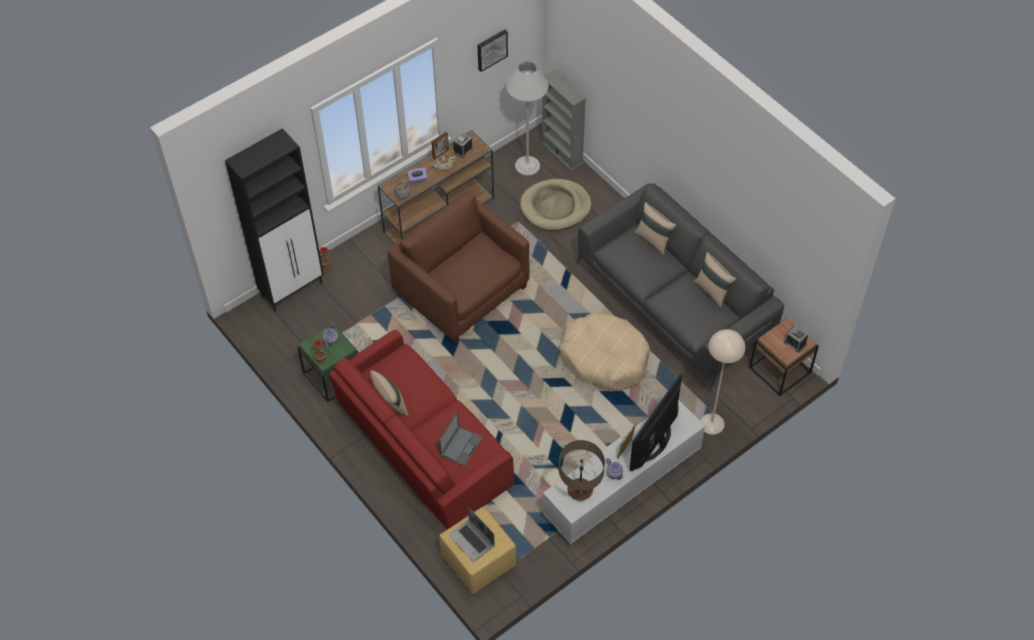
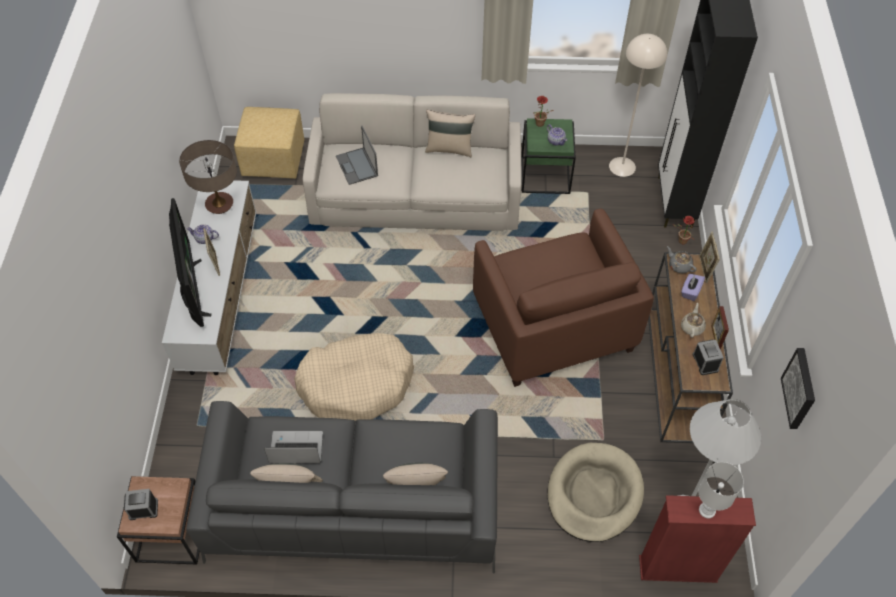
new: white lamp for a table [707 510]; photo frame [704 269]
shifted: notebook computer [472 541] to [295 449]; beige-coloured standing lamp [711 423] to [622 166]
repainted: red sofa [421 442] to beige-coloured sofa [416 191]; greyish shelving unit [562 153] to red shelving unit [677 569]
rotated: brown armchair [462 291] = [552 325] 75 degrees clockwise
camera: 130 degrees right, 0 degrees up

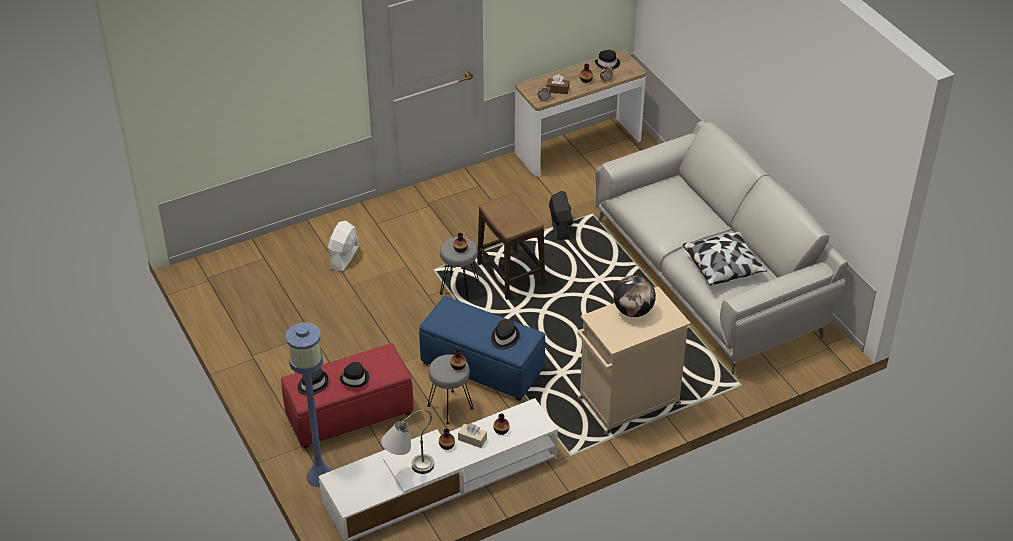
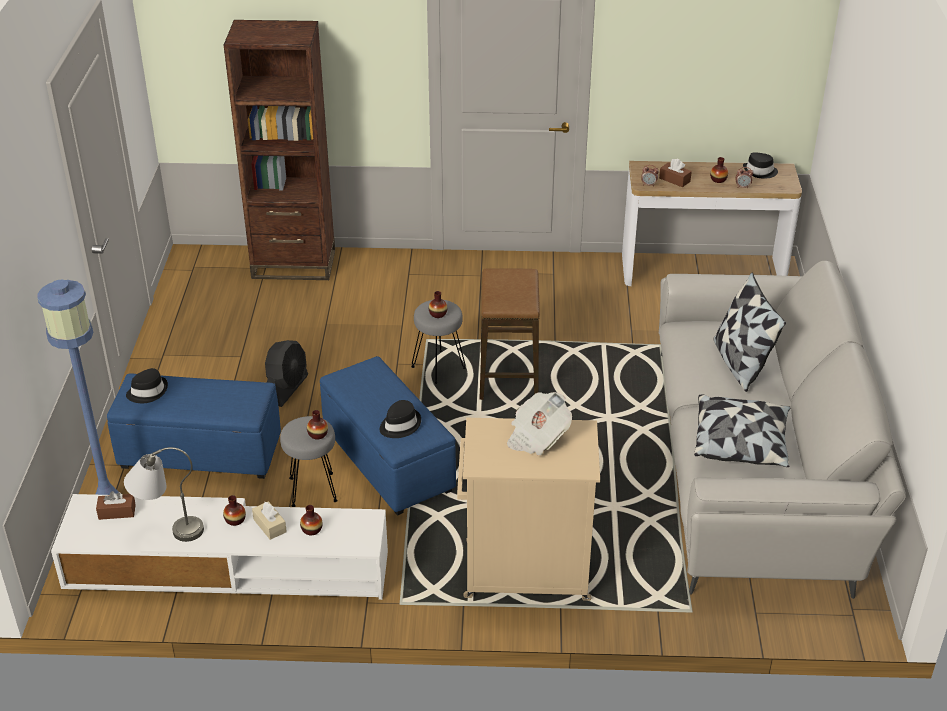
gone: white fan [344 257]; black-coloured wearable hat [355 378]
new: brown tissue holder [117 512]; brown shelving unit [293 264]; pillow [740 364]
shifted: black-coloured fan [560 227] to [287 389]
swapped: world globe [633 311] to daily paper [537 437]
repainted: red footrest [349 415] to blue-coloured footrest [199 453]
camera: 30 degrees right, 5 degrees down

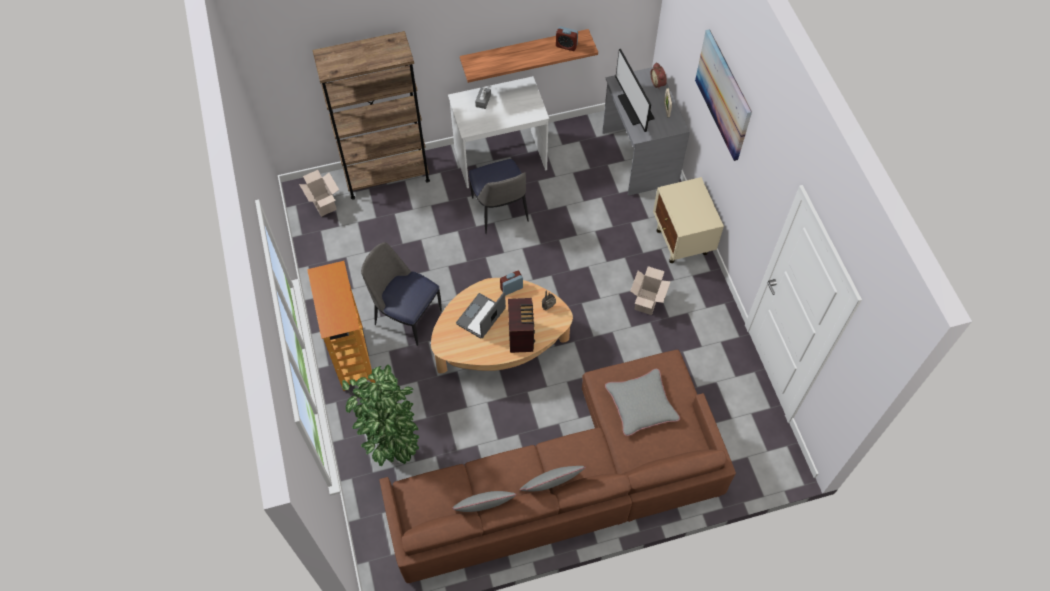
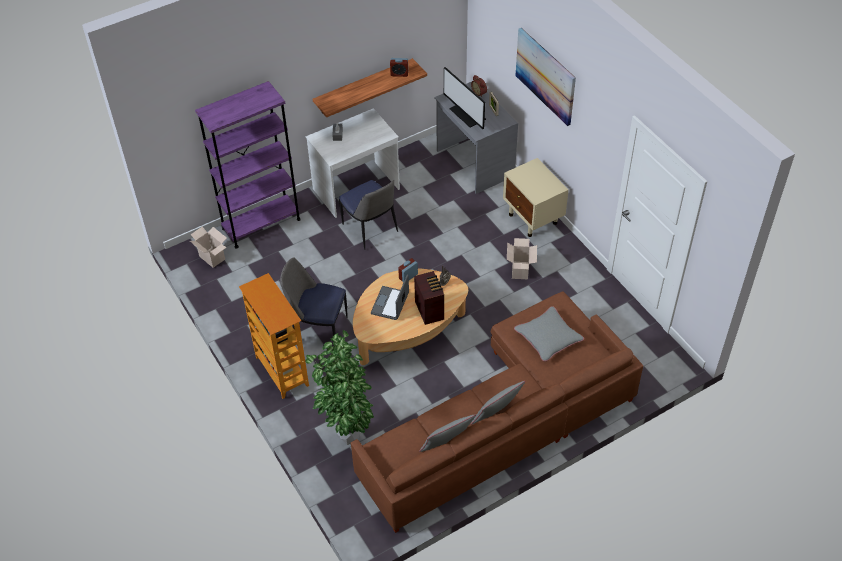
repainted: brown shelving unit [387 176] to purplish shelving unit [261 224]
camera: 15 degrees left, 10 degrees down

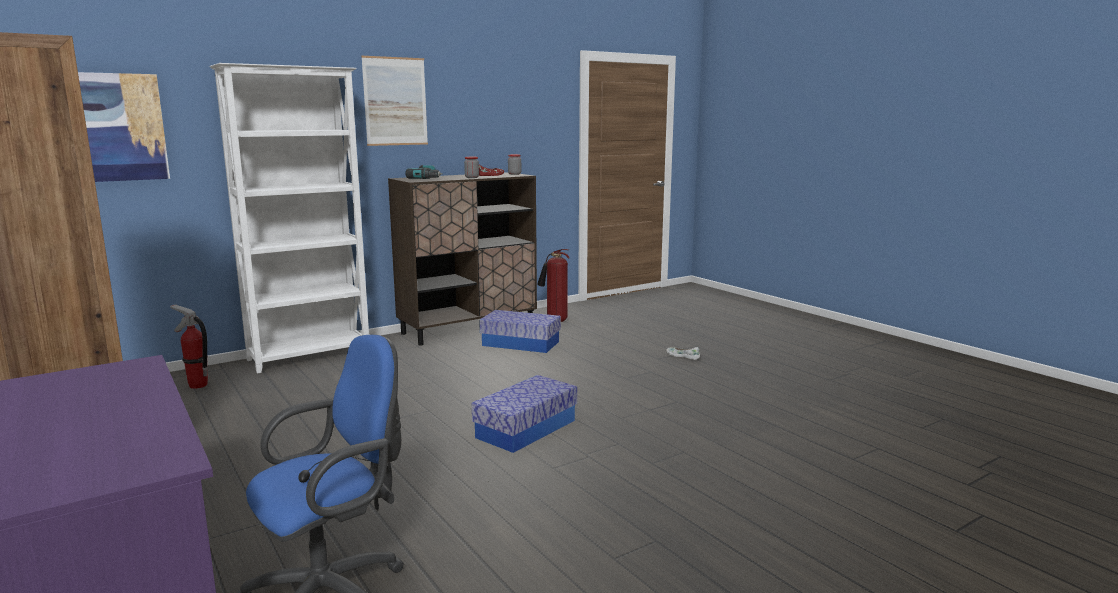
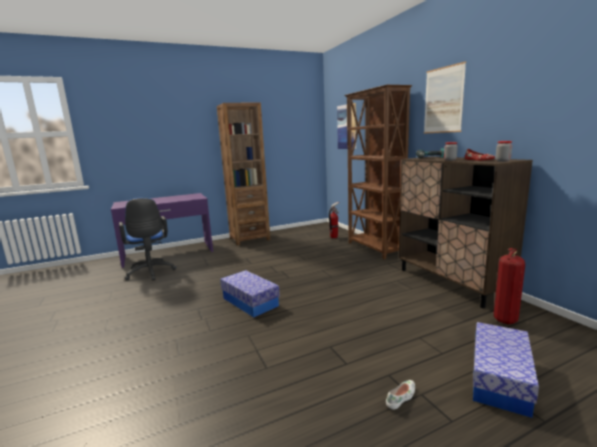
shifted: storage box [520 343] to [500 379]
repainted: white shelving unit [311 356] to brown shelving unit [374 248]
camera: 100 degrees right, 0 degrees up

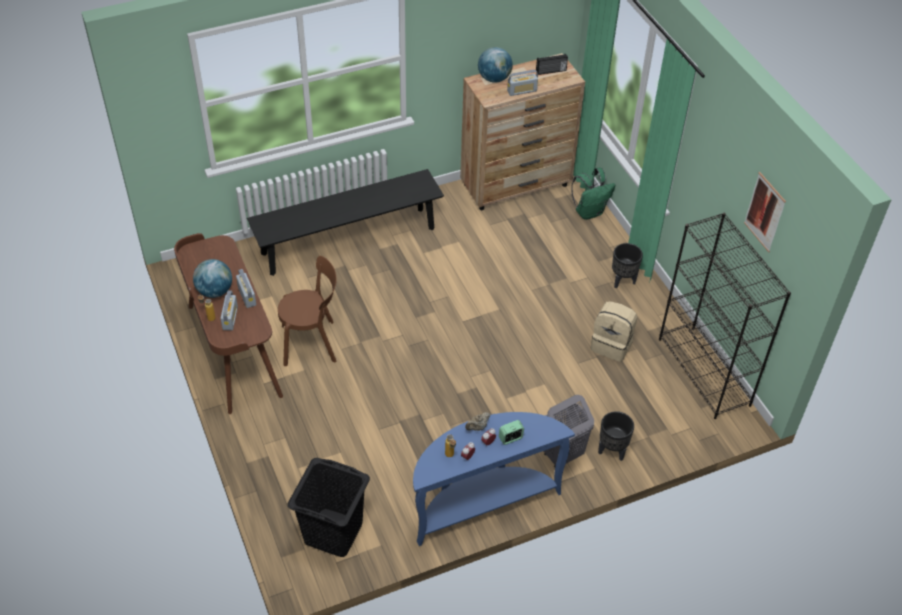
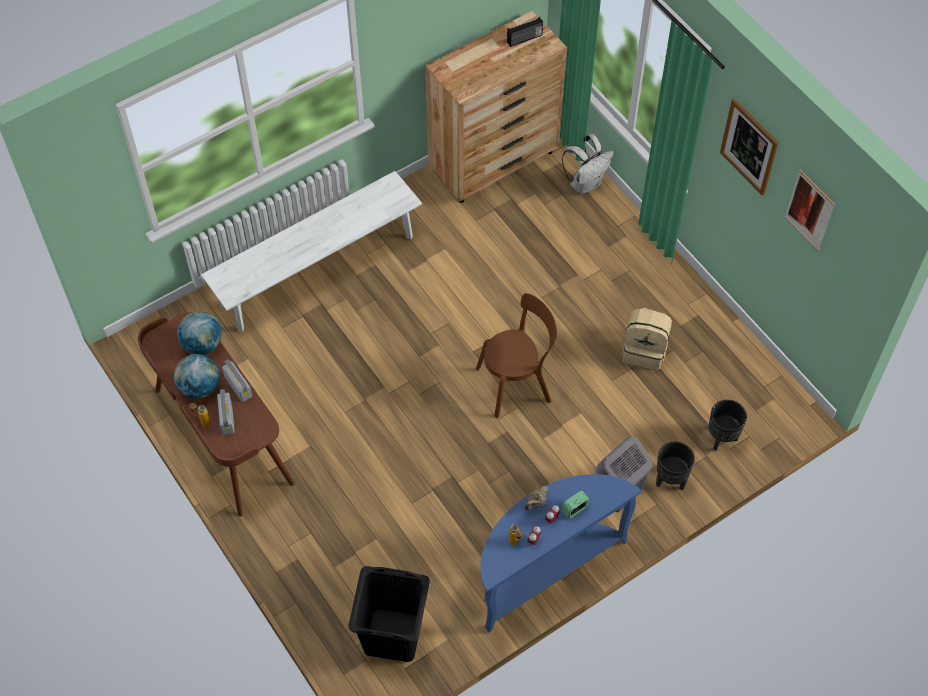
gone: radio set [522 91]; black-coloured shelving unit [704 372]
new: wall picture [749 147]
shifted: brown chair [312 343] to [517 383]; world globe [494 78] to [202 344]; black-coloured flower pot [623 281] to [722 439]
repainted: black-coloured long seat [348 241] to white long seat [317 270]; green-coloured rucksack [589 212] to white rucksack [585 183]
camera: 10 degrees left, 10 degrees up

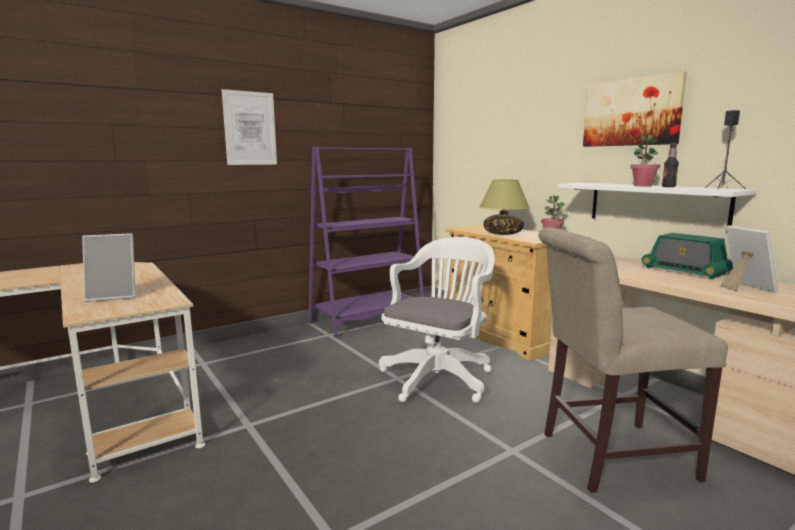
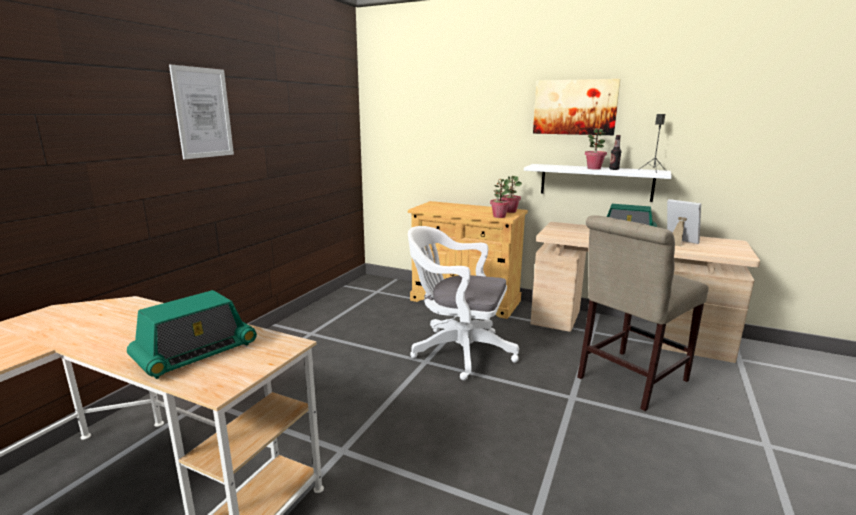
gone: purplish shelving unit [368 320]; lamp for a table [503 233]
new: houseplant [499 216]
swapped: photo frame [114 296] to radio set [196 353]
rotated: white office chair [439 377] = [457 351] 75 degrees counterclockwise
camera: 30 degrees left, 5 degrees up

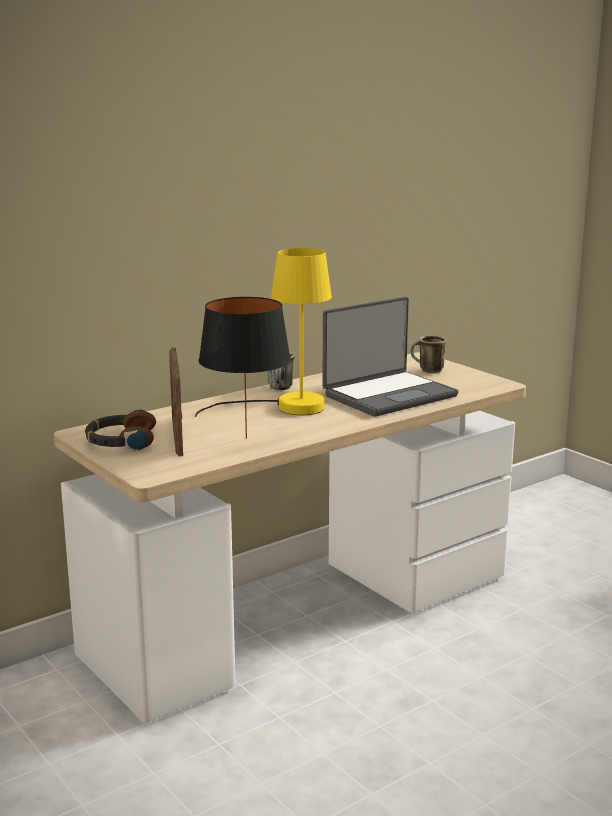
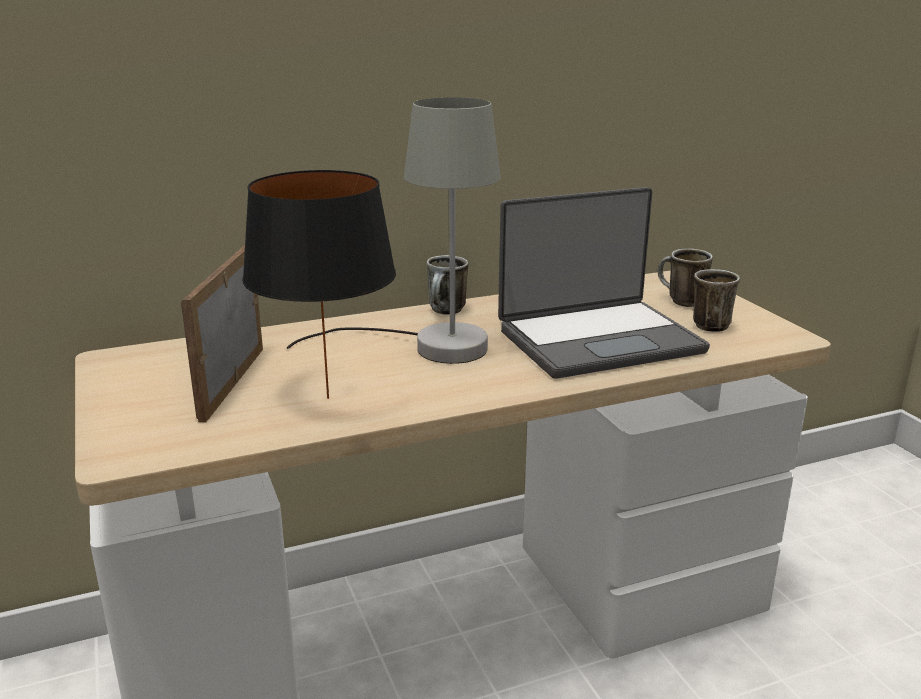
gone: pair of headphones [121 441]
new: mug [708 324]
repainted: yellow-coloured lamp for a table [286 408] to greyish lamp for a table [429 346]
camera: 15 degrees right, 5 degrees up

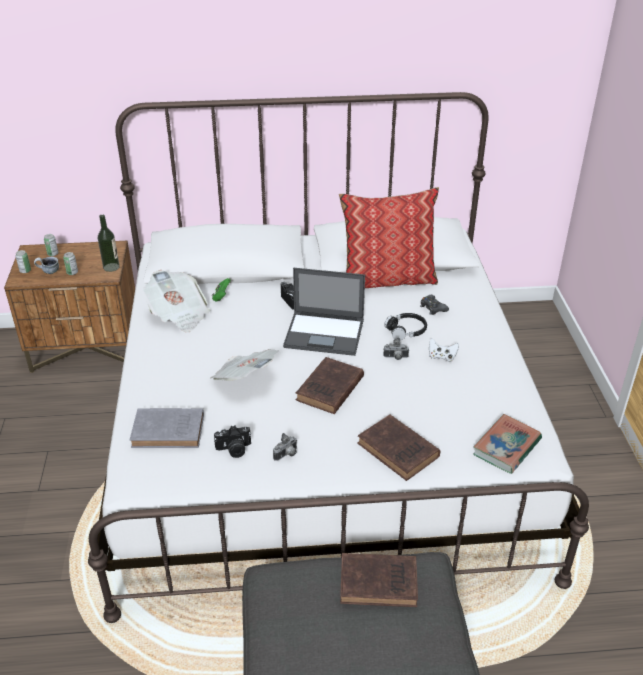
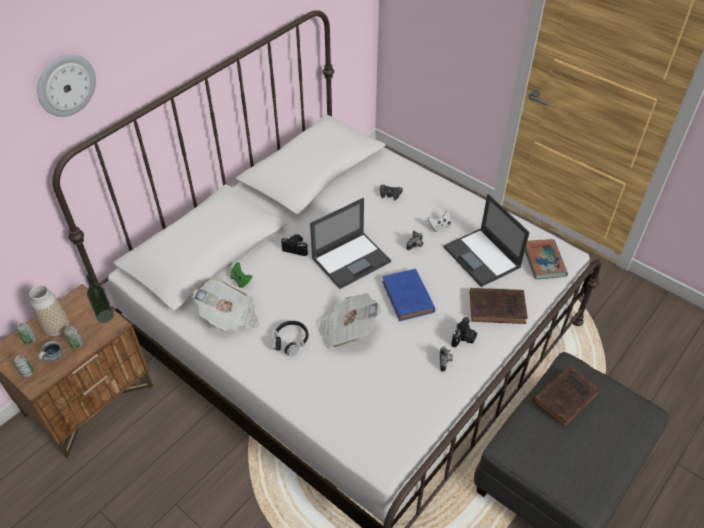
gone: greyish book [170 431]; pillow [387 279]
new: vase [57 329]; hanging clock [65 85]; notebook computer [482 258]
shifted: still camera [234 449] to [464 339]; black-coloured pair of headphones [406 331] to [290 341]
repainted: brown book [329 390] to blue-coloured book [408 298]
camera: 45 degrees left, 10 degrees up

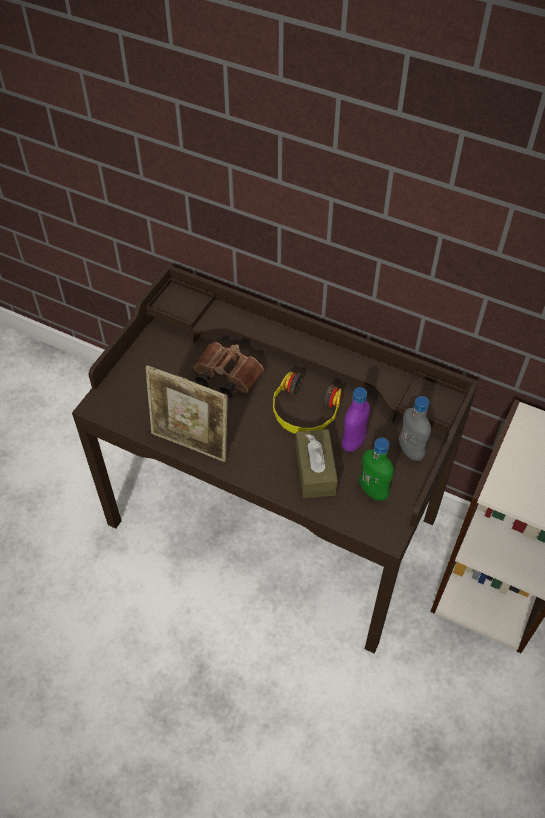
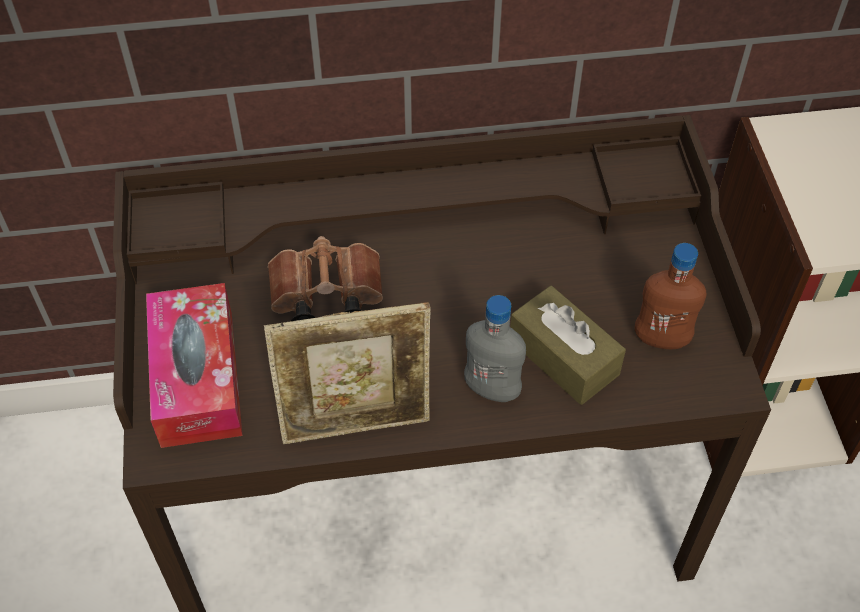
gone: pair of headphones [304 411]; purplish beverage bottle [353 442]
new: tissue holder [197 377]
shifted: greyish beverage bottle [410 450] to [492 389]
repainted: green-coloured beverage bottle [373 491] to brown beverage bottle [661 339]
camera: 35 degrees left, 0 degrees up

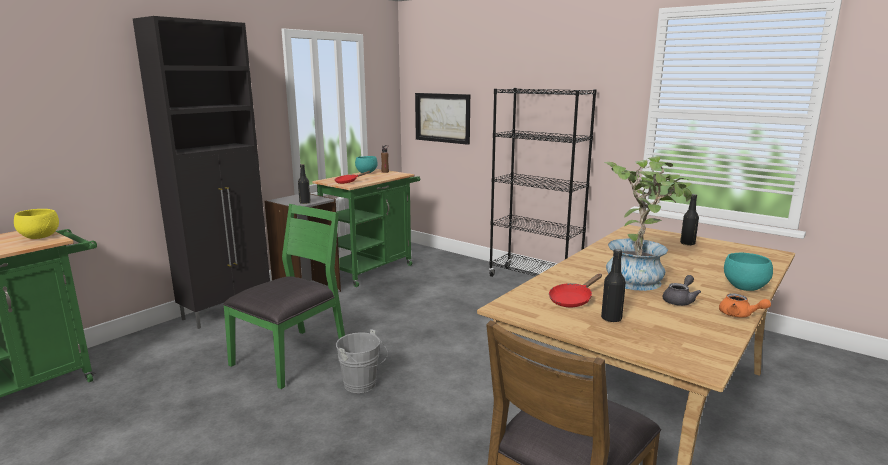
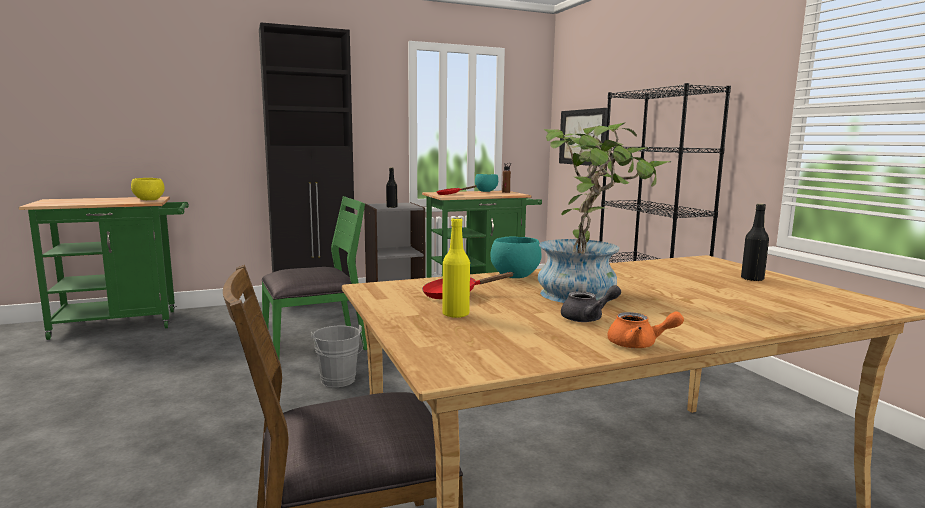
shifted: blue-green deep dish [744 287] to [513 276]
repainted: black-coloured beverage bottle [611 318] to yellow-coloured beverage bottle [455 314]
rotated: orangey pot for tea [739 315] = [639 344] 60 degrees counterclockwise
camera: 30 degrees right, 5 degrees down

